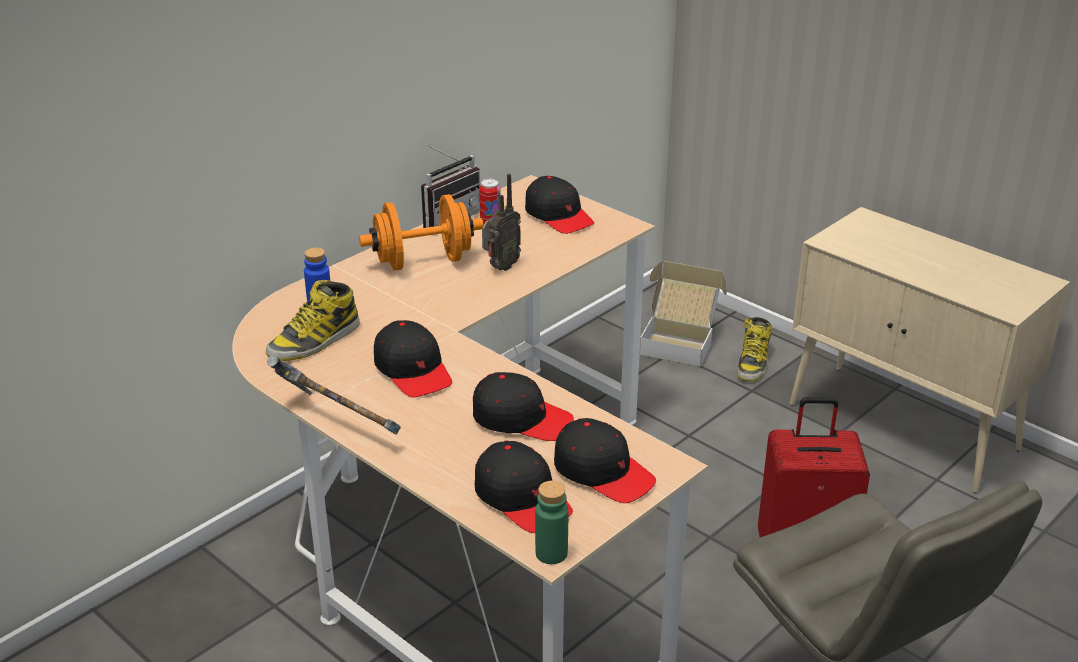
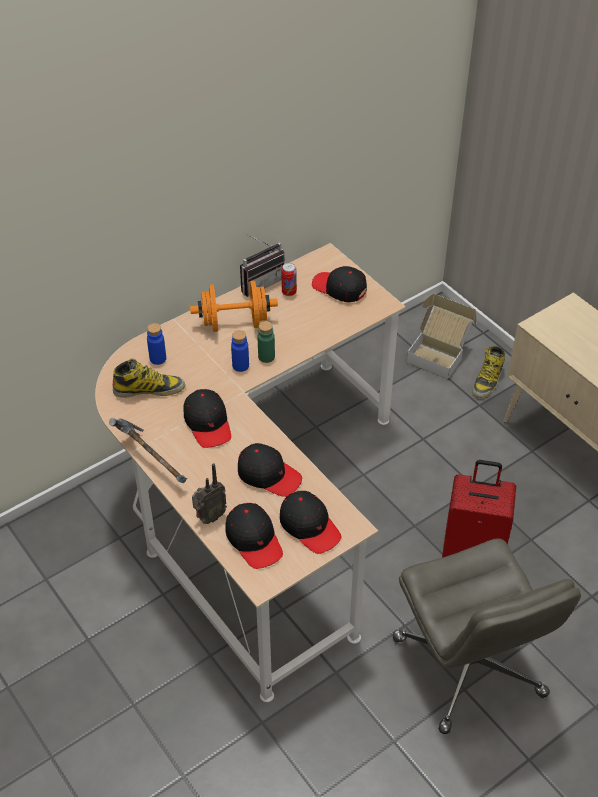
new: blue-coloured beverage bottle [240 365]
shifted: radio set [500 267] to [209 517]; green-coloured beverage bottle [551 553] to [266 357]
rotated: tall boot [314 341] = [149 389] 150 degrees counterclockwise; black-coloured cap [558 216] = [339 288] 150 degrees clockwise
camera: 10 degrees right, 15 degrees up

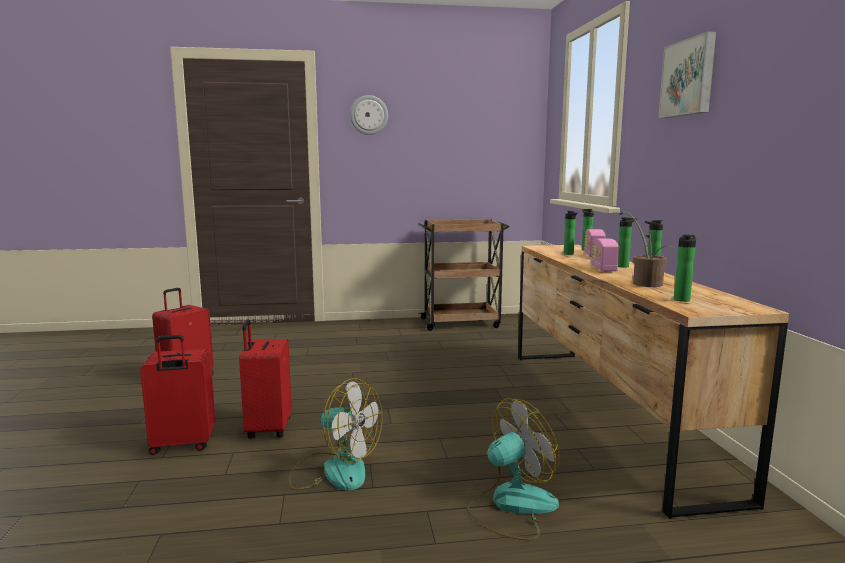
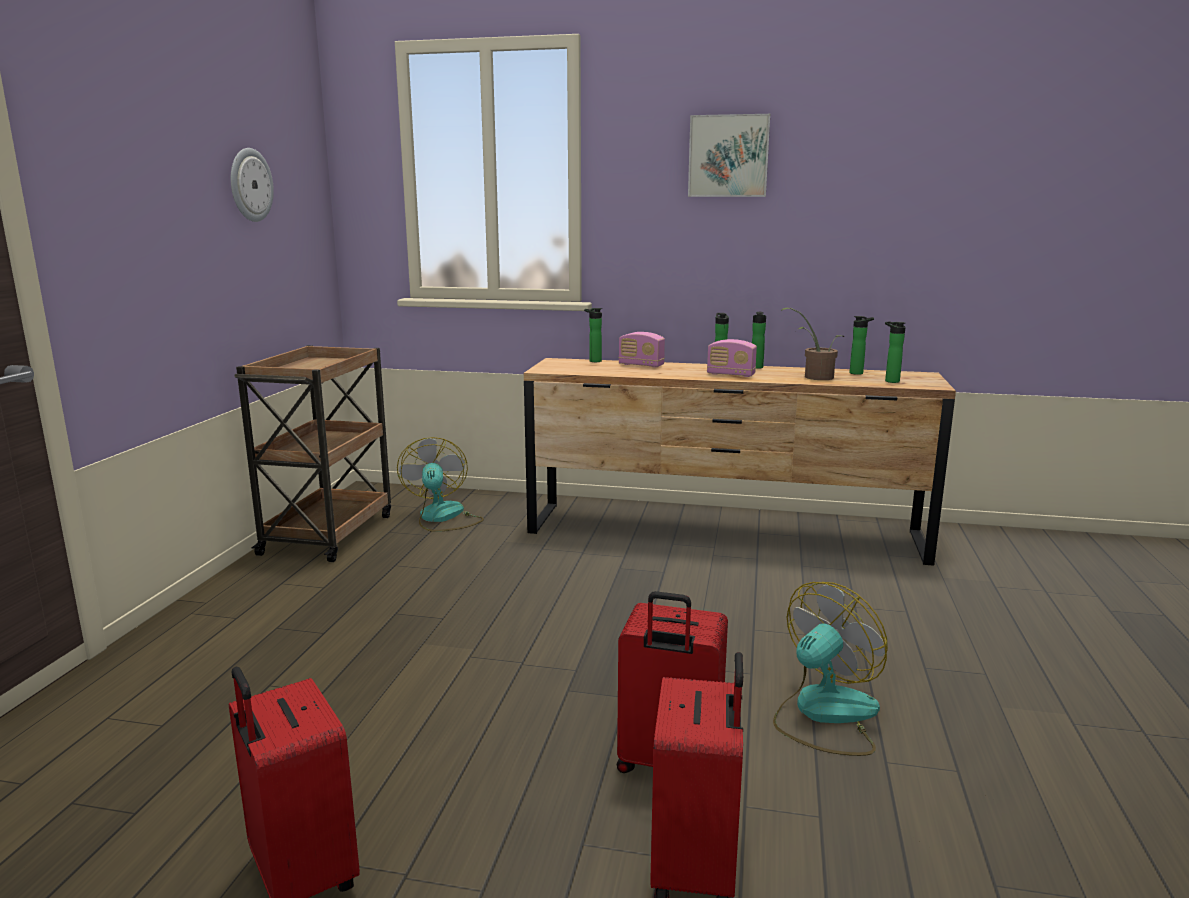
shifted: hanging clock [369 115] to [250 185]; fan [511 506] to [442 518]; beverage bottle [569 254] to [858 373]
camera: 70 degrees left, 5 degrees up

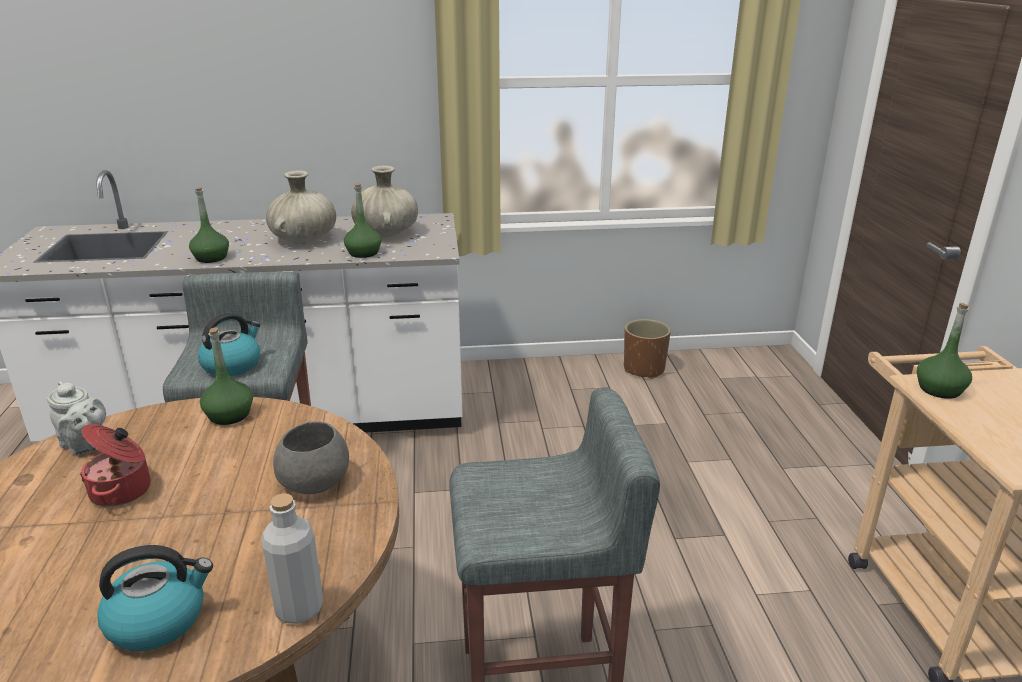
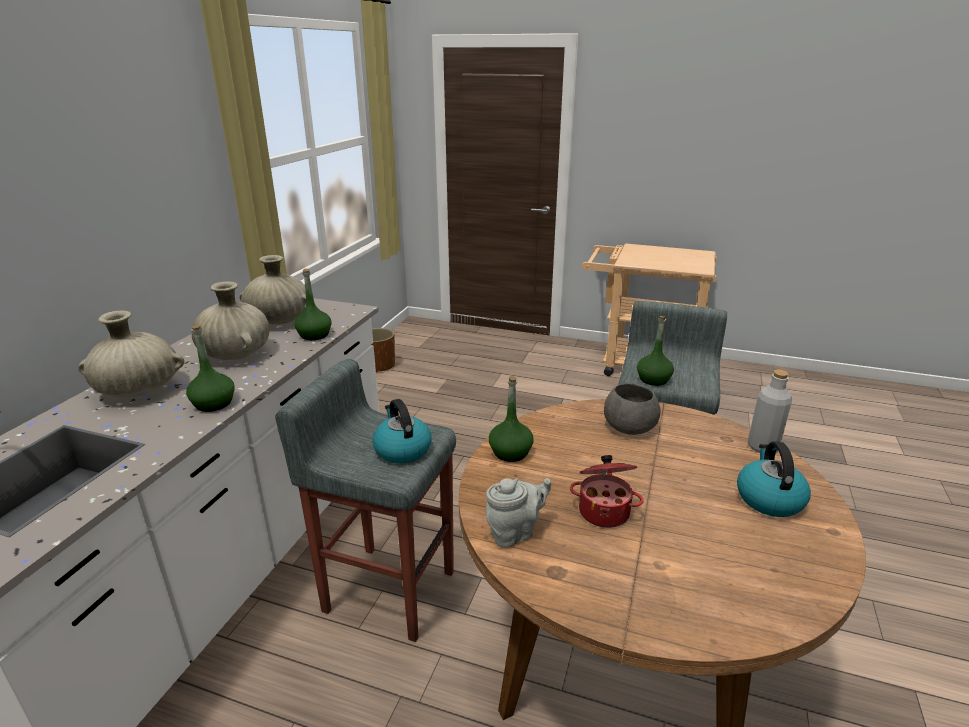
new: beige-coloured vase [139 390]
shifted: green-coloured beverage bottle [939 389] to [653 379]
camera: 65 degrees left, 0 degrees up

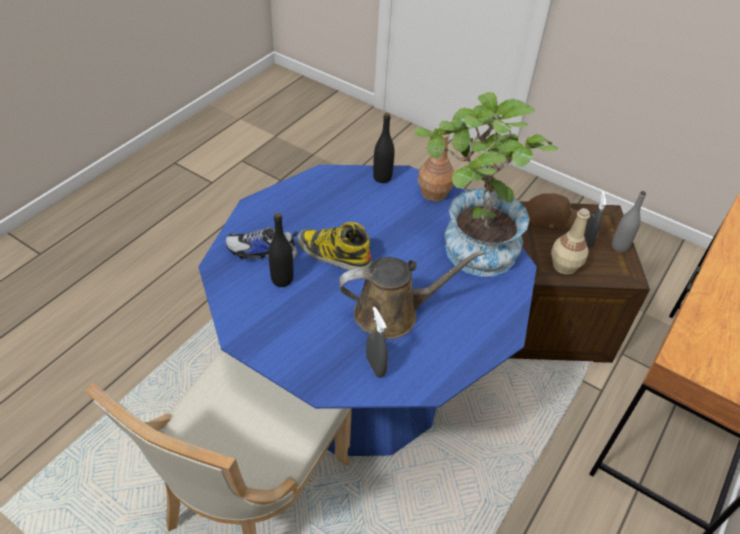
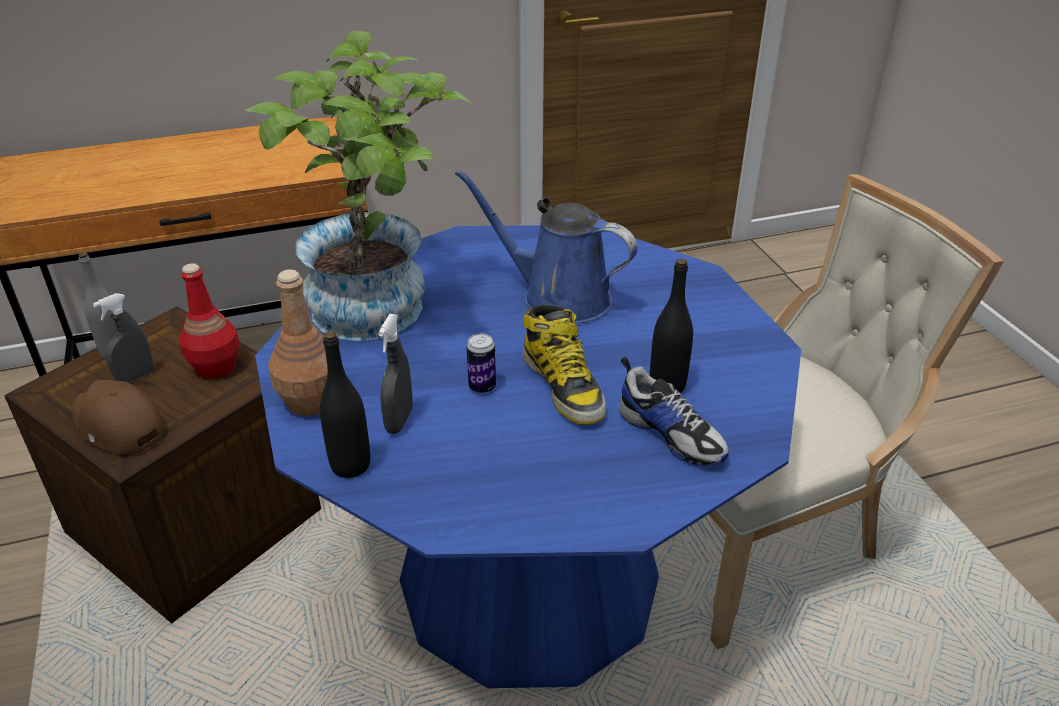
new: metal can [482 387]
shifted: greyish hand sprayer [375 367] to [399 421]
repainted: brown watering pot [392 313] to blue-coloured watering pot [558 297]; beige-coloured beverage bottle [564 265] to red beverage bottle [216 367]
camera: 140 degrees left, 10 degrees down

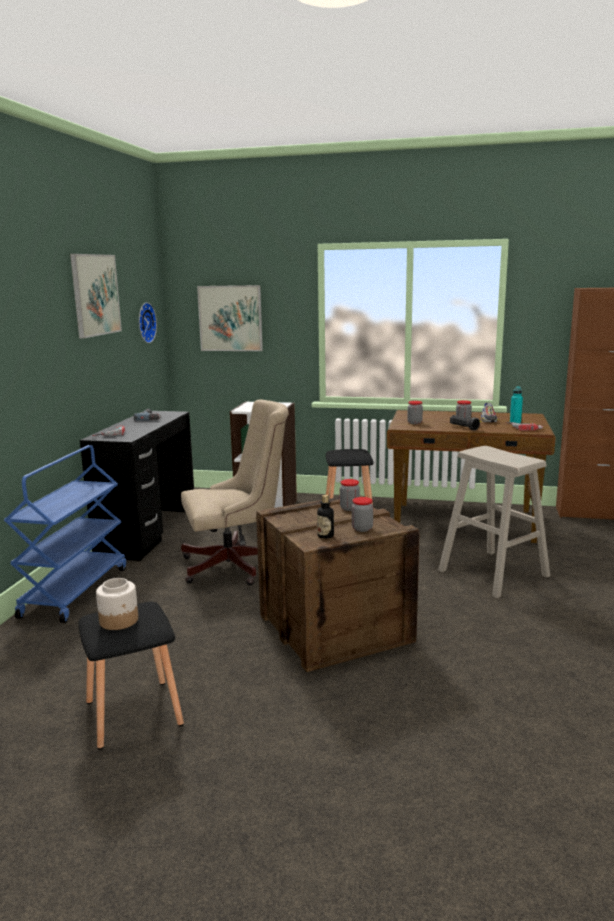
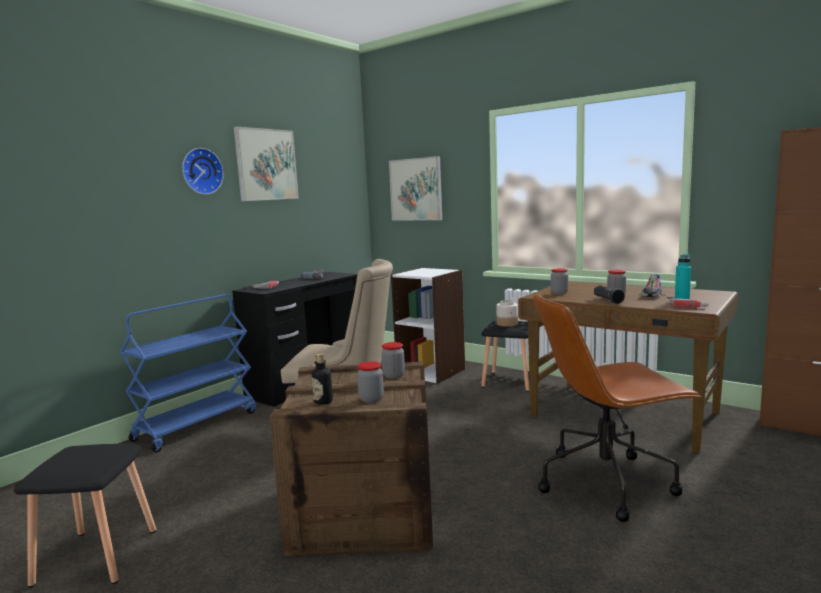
shifted: preserve jar [119 620] to [507 324]; hanging clock [144 322] to [201 171]
swapped: beige-coloured stool [493 573] to brown office chair [607 482]
camera: 25 degrees right, 5 degrees down

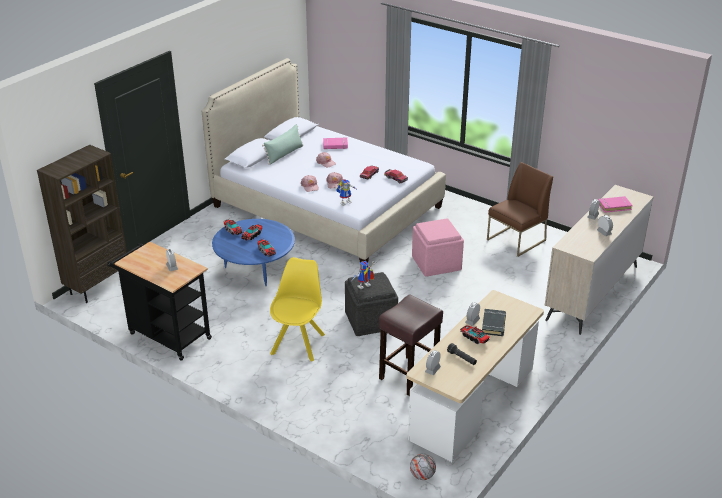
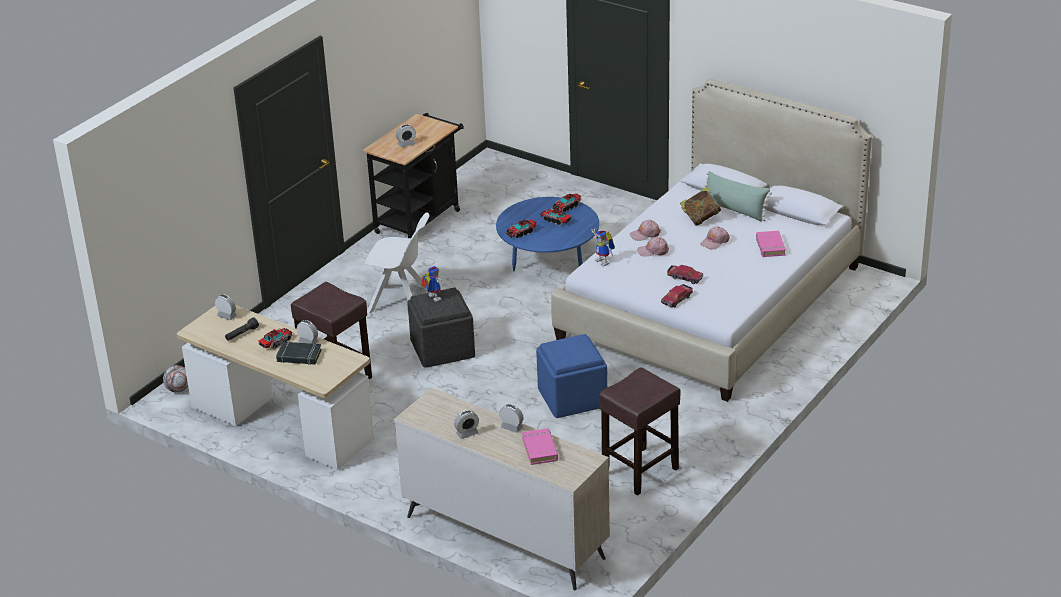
gone: brown shelving unit [97 286]
new: book [701 218]
swapped: brown chair [516 240] to brown stool [639 472]
repainted: yellow-coloured chair [298 343] to white chair [401 302]; pinkish footrest [436 263] to blue-coloured footrest [573 398]
camera: 90 degrees right, 0 degrees up

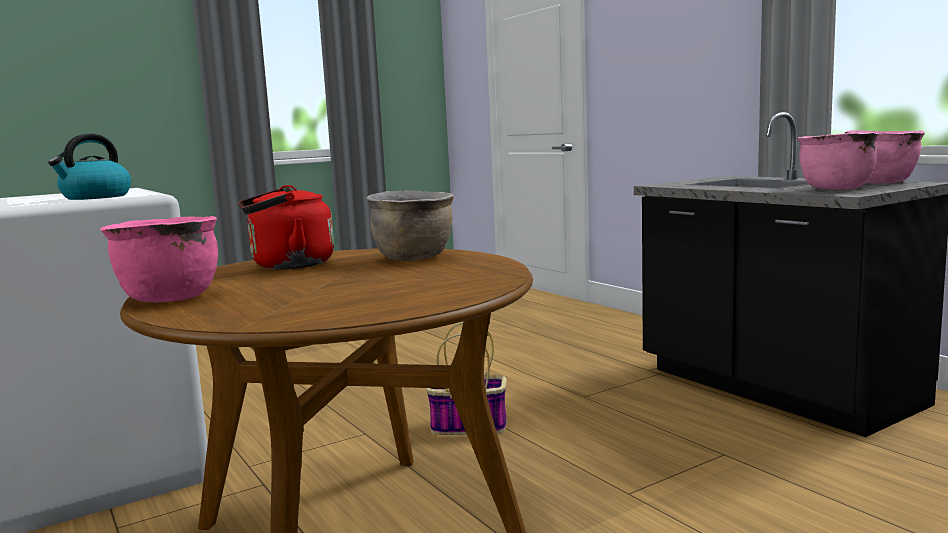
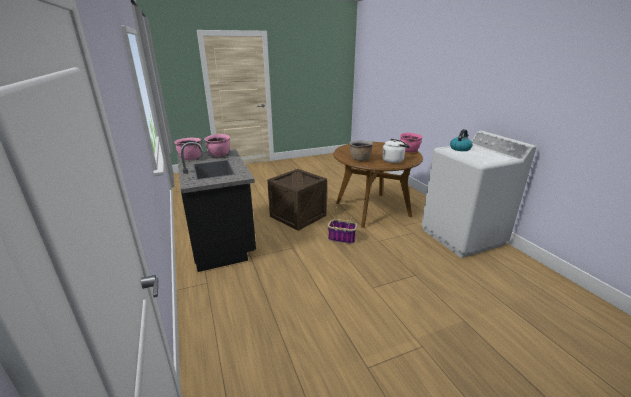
new: packing crate [298 216]
repainted: red kettle [287 265] to white kettle [394 160]
camera: 170 degrees left, 15 degrees up

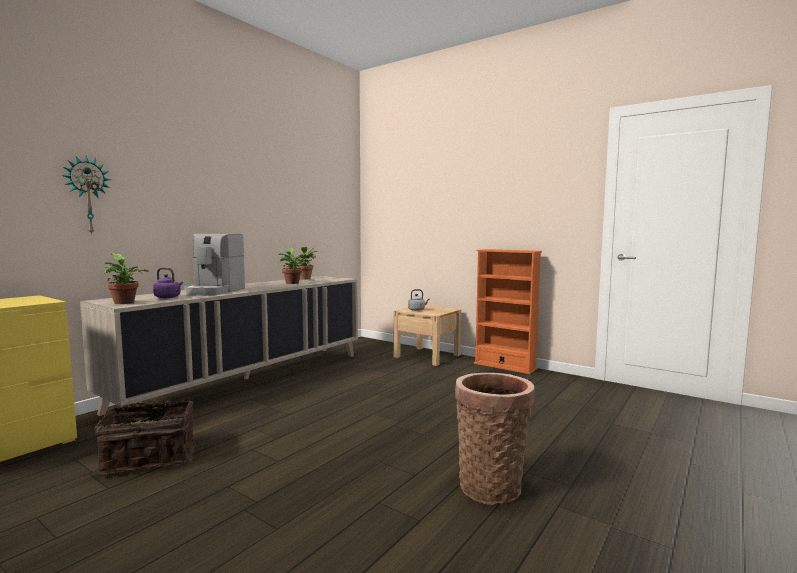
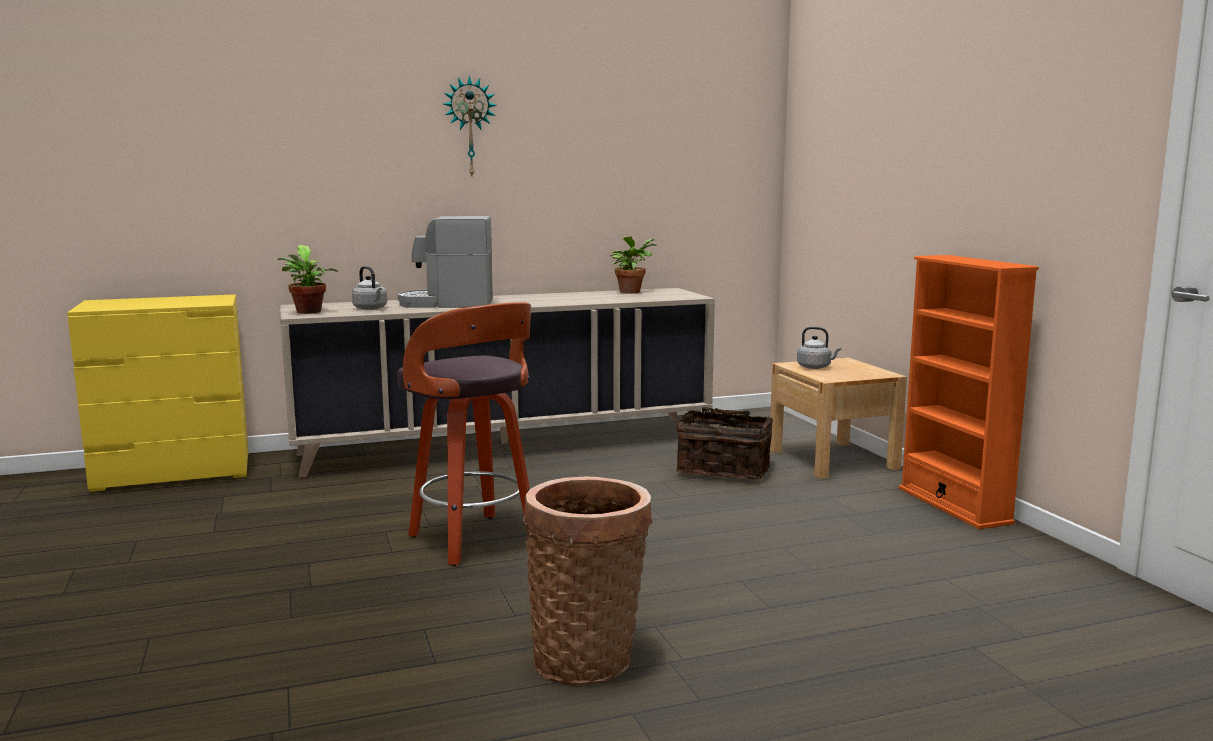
gone: houseplant [292 283]
new: stool [475 541]
shifted: hanging clock [87 195] to [469 127]; storage basket [150 457] to [724 469]
repainted: purplish kettle [168 297] to greyish kettle [371 308]
rotated: coffee machine [214 291] = [447 304] 45 degrees clockwise
camera: 35 degrees right, 5 degrees up

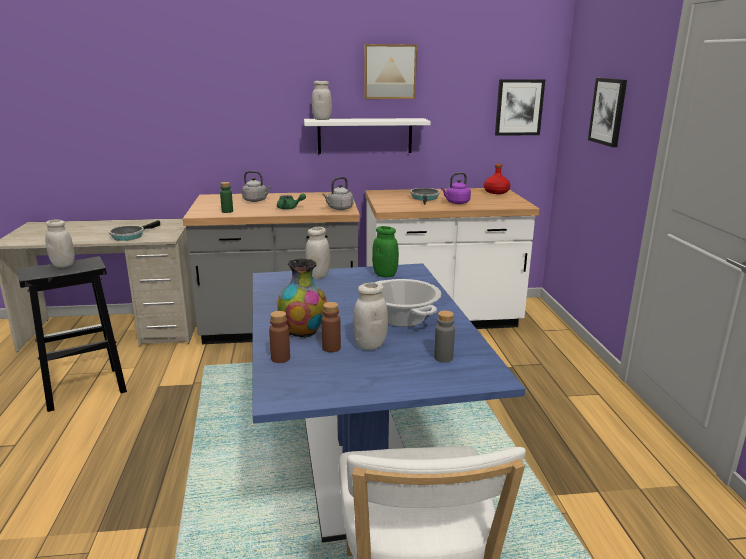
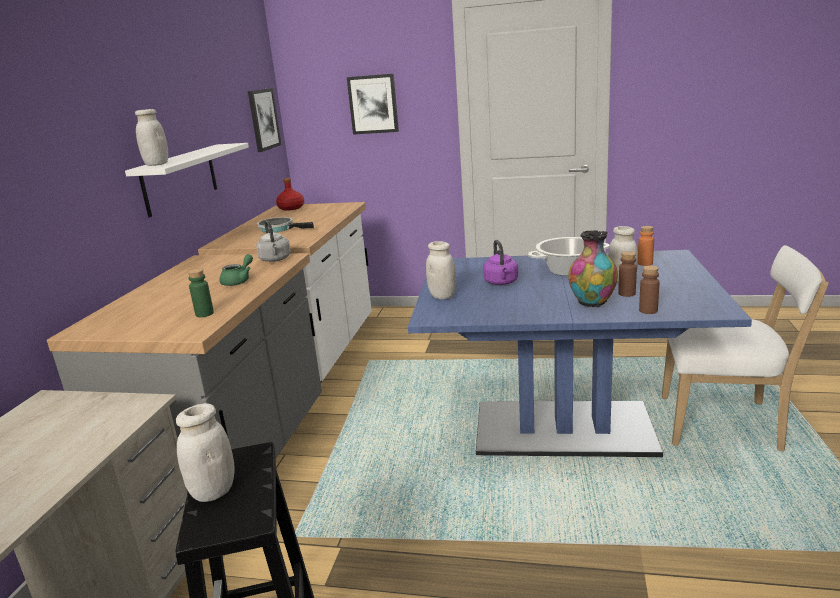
gone: pan [130 236]; greyish kettle [256 200]; wall picture [389 71]; green-coloured preserve jar [385 275]
shifted: purplish kettle [456 203] to [501 283]
repainted: greyish beverage bottle [443 358] to orangey beverage bottle [645 263]
camera: 70 degrees left, 0 degrees up

